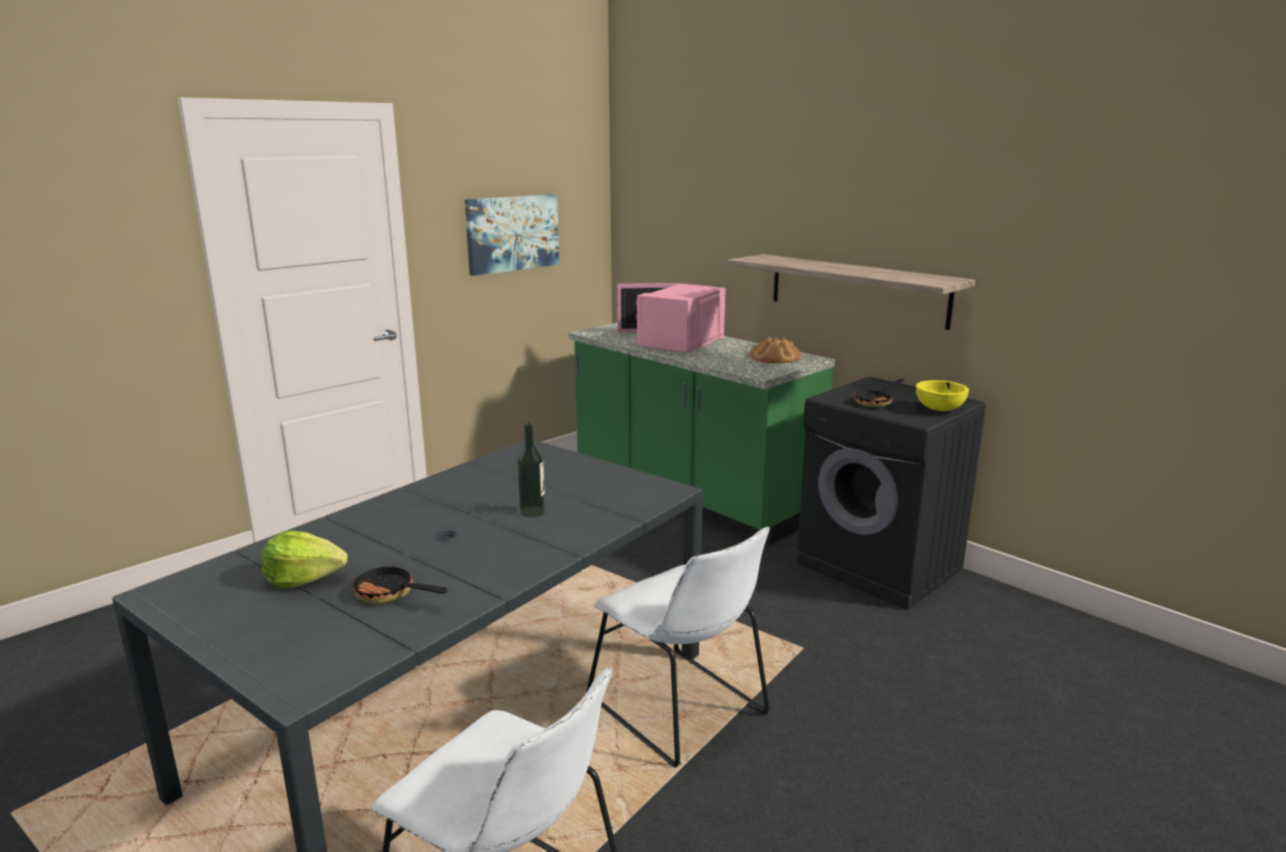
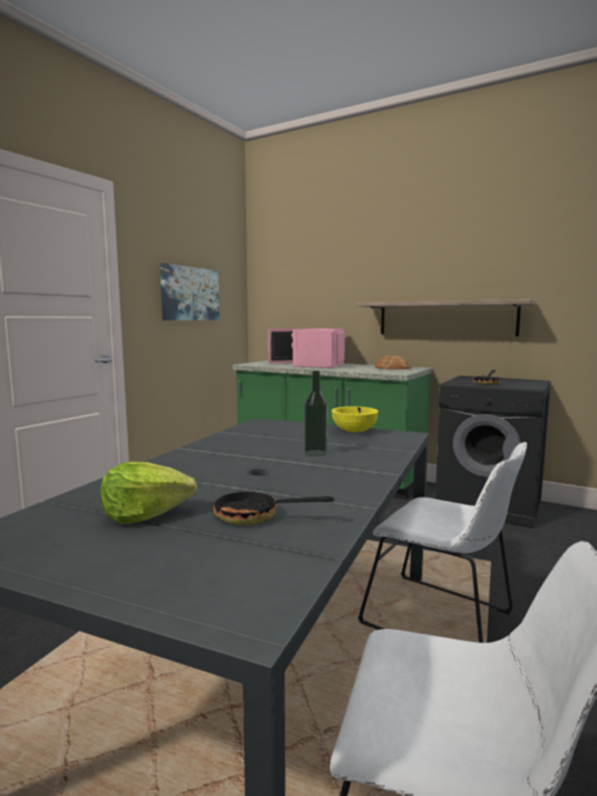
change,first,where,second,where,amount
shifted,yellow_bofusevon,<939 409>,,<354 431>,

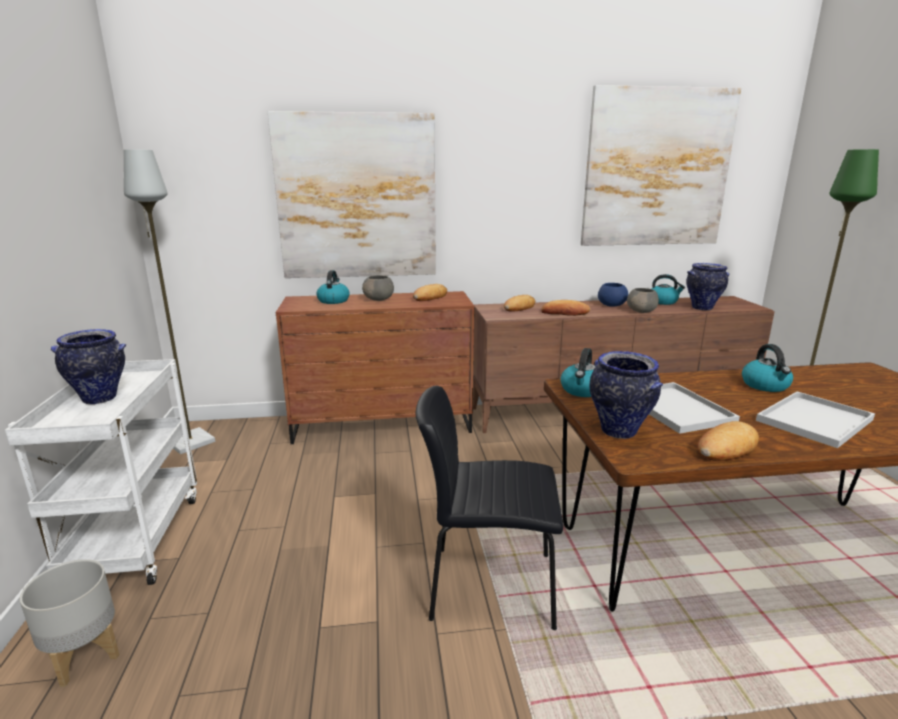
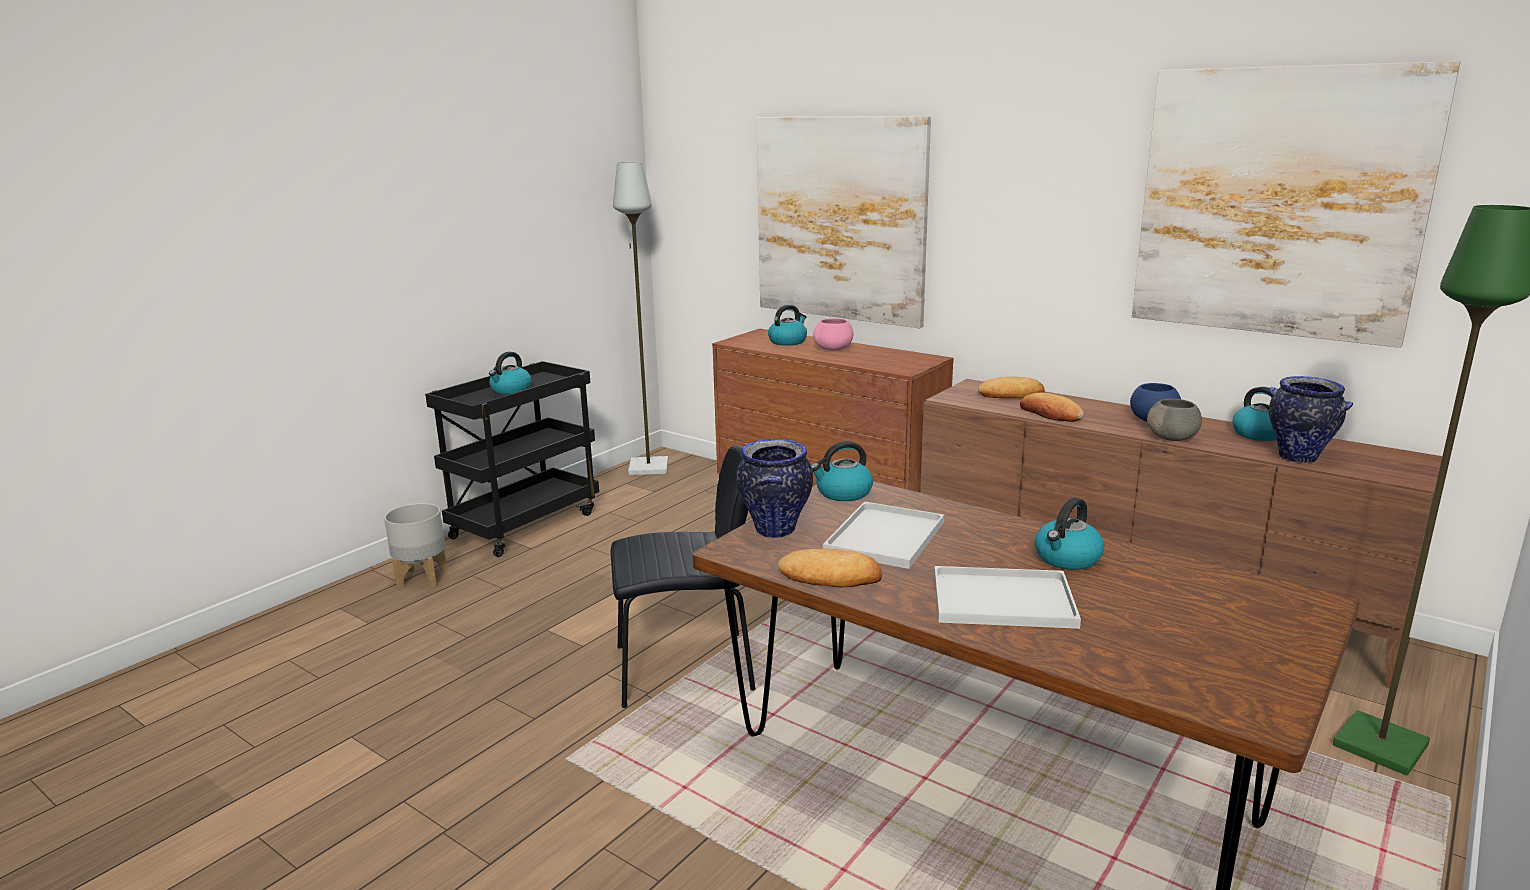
change,first,where,second,where,amount
repainted,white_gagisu,<136 538>,black_gagisu,<525 524>,
swapped,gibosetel,<101 398>,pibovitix,<511 390>,
repainted,grey_bofusevon,<379 299>,pink_bofusevon,<834 349>,
gone,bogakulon,<430 297>,,,
rotated,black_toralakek,<486 586>,,<690 667>,120 degrees clockwise

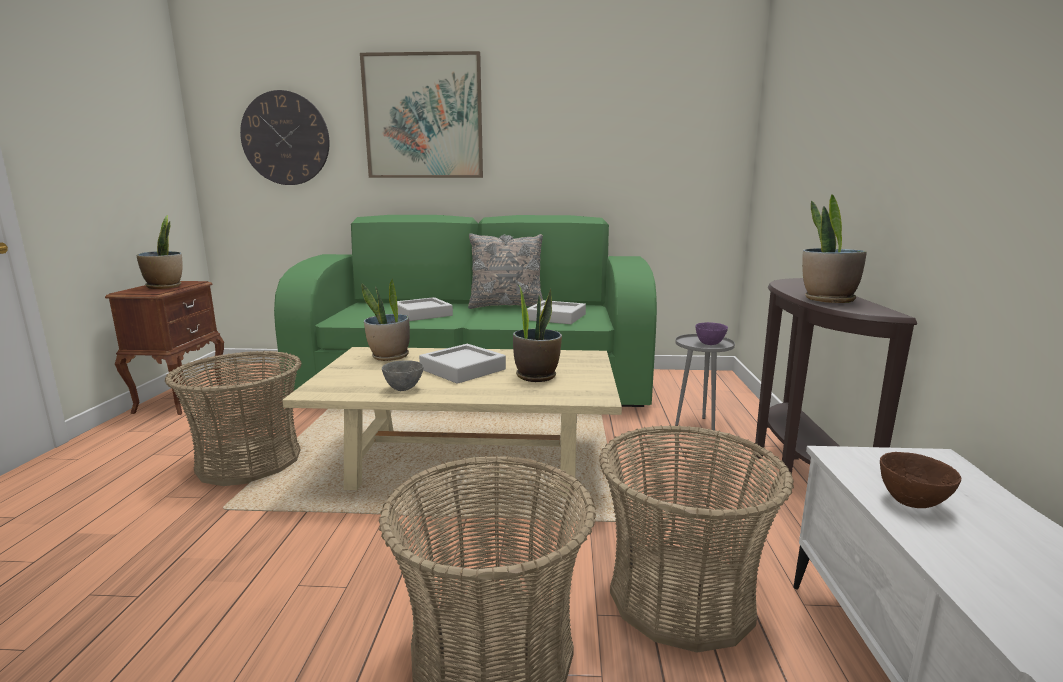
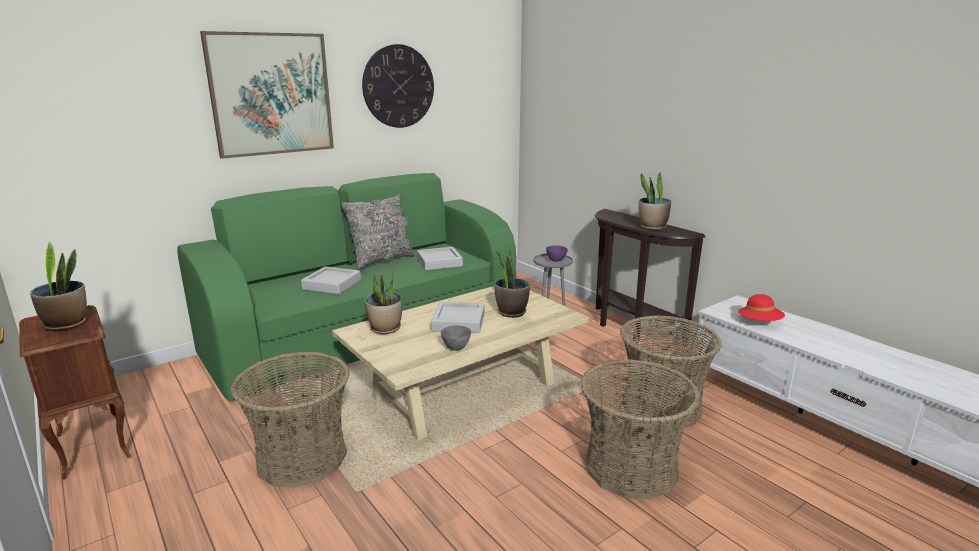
change,first,where,second,where,amount
shifted,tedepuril,<285 138>,,<398 86>,
swapped,brown_bofusevon,<912 502>,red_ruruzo,<759 323>,

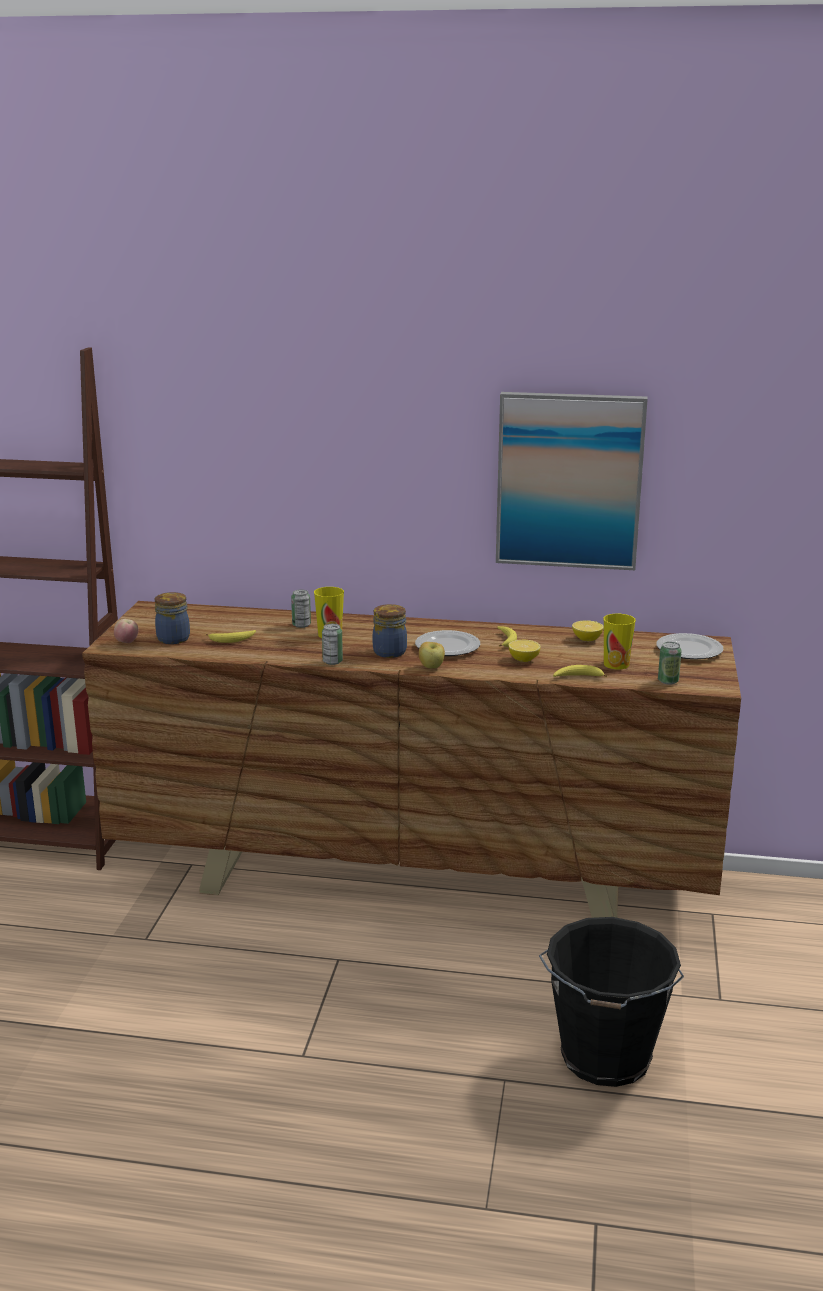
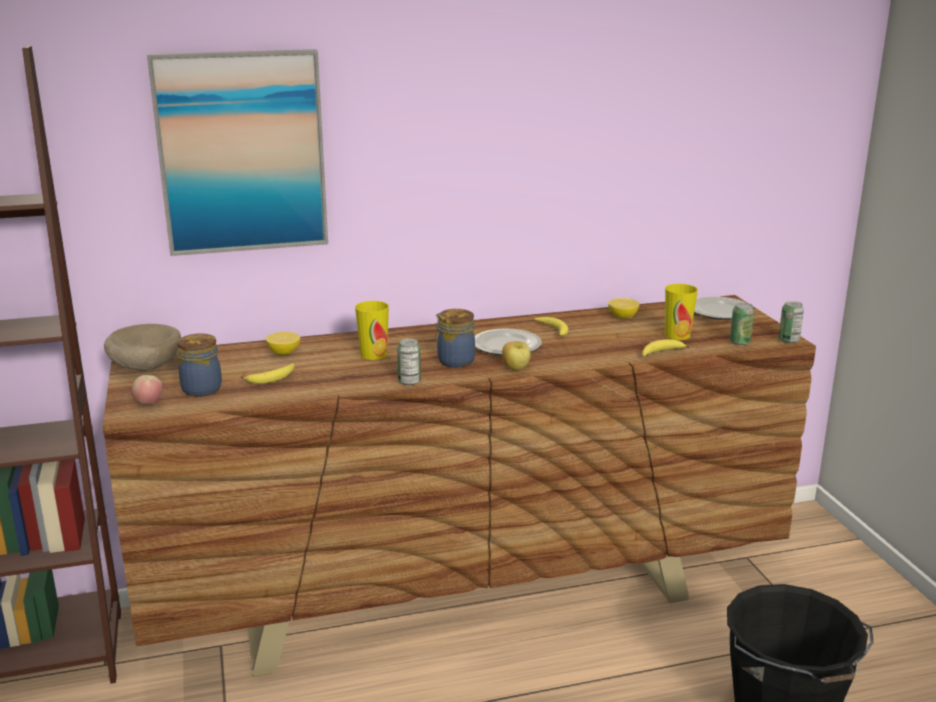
change,first,where,second,where,amount
shifted,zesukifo,<301 625>,,<788 340>,
shifted,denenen,<569 480>,,<241 152>,
shifted,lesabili,<524 659>,,<284 352>,
new,,,beige_bofusevon,<144 367>,

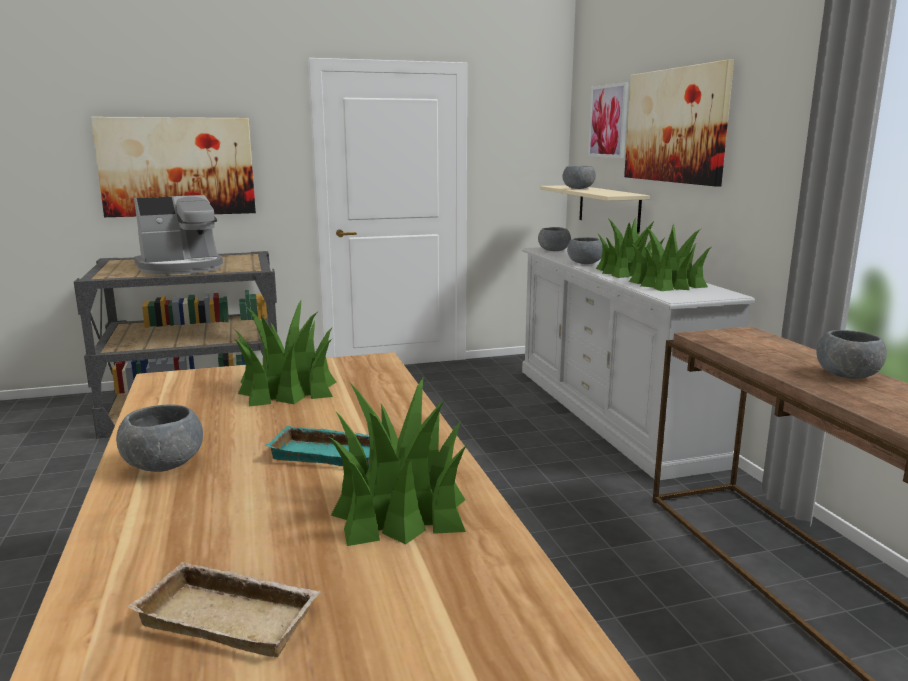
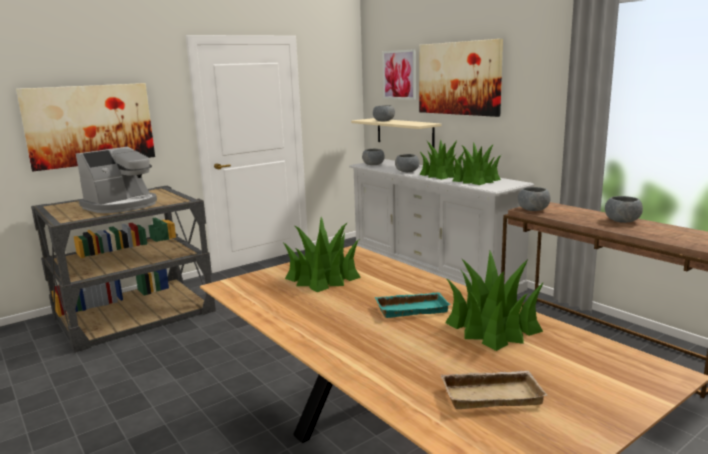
change,first,where,second,where,amount
shifted,grey_bofusevon,<164 465>,,<533 210>,

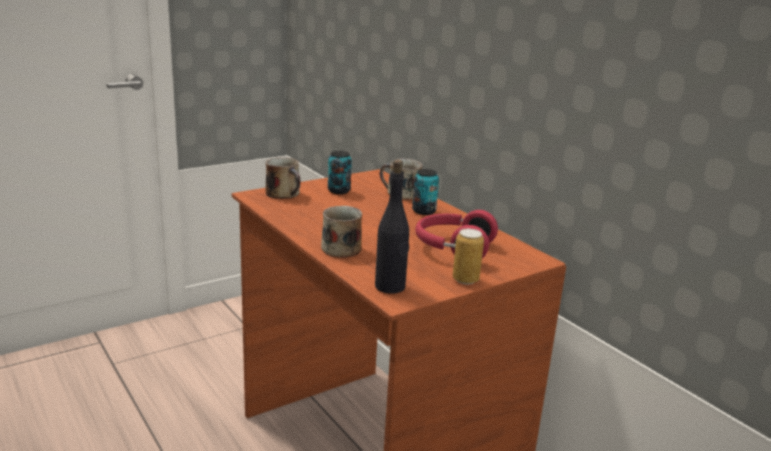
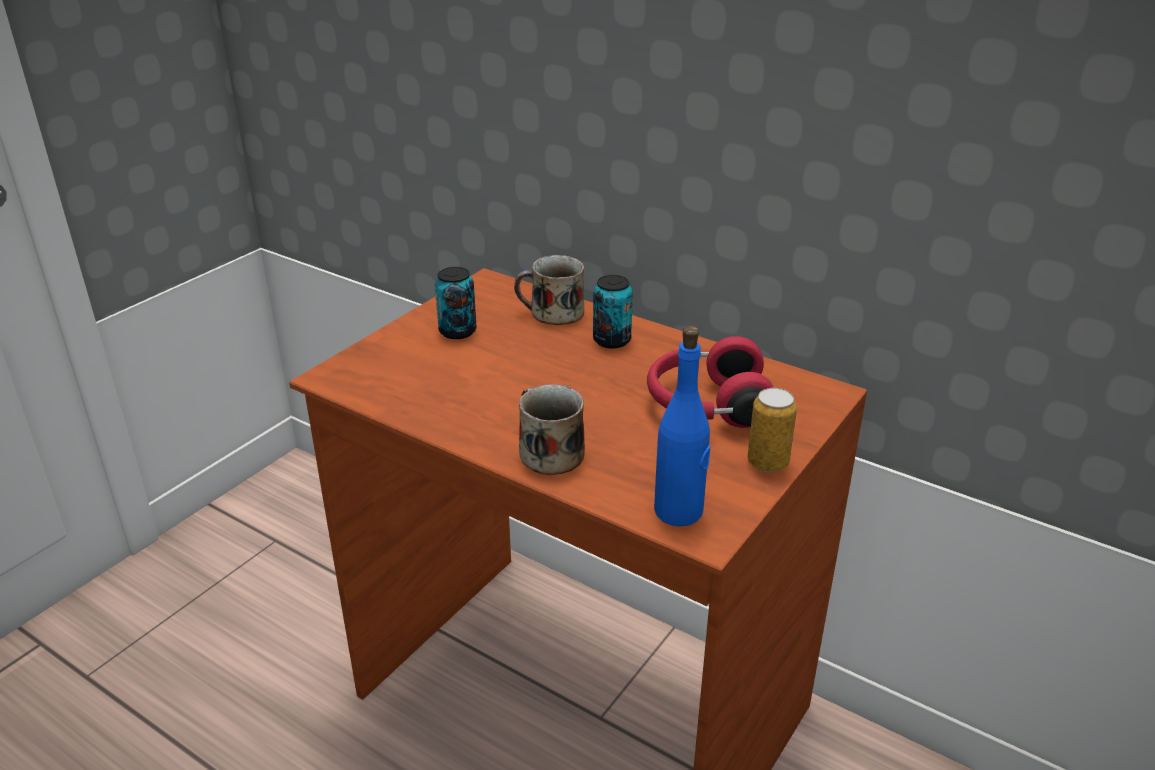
change,first,where,second,where,amount
gone,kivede,<284 193>,,,
repainted,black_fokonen,<390 287>,blue_fokonen,<679 511>,

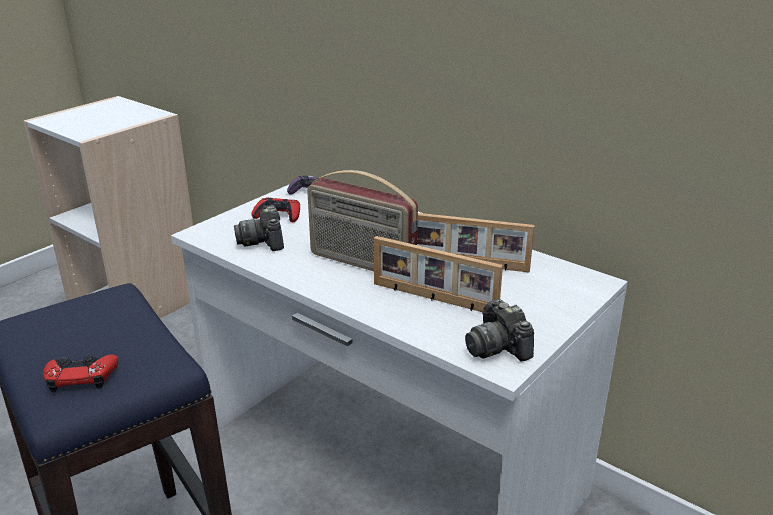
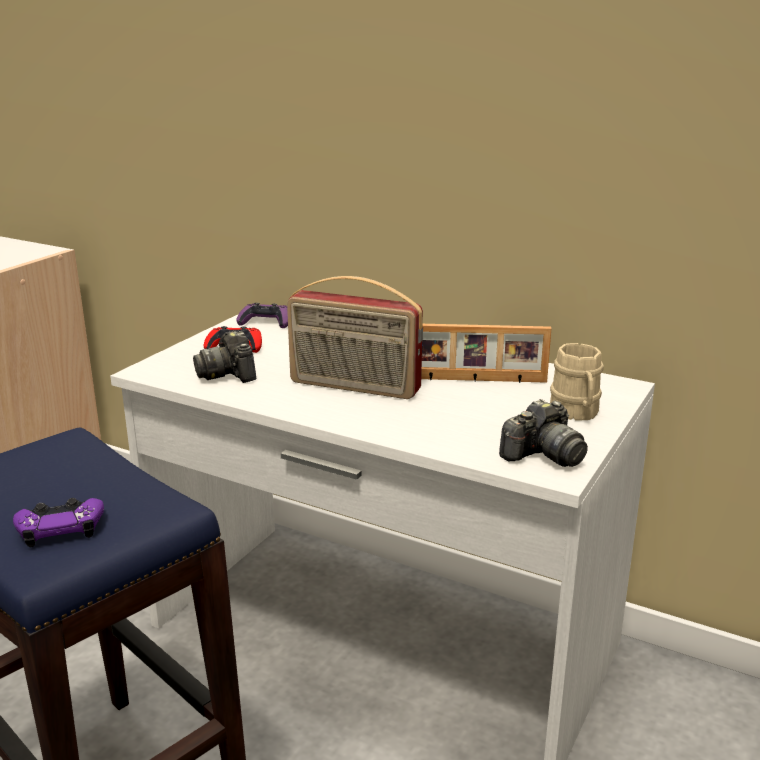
change,first,where,second,where,amount
repainted,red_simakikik,<81 377>,purple_simakikik,<60 528>,
gone,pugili,<433 299>,,,
rotated,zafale,<498 347>,,<543 455>,90 degrees counterclockwise
new,,,beige_kivede,<576 413>,

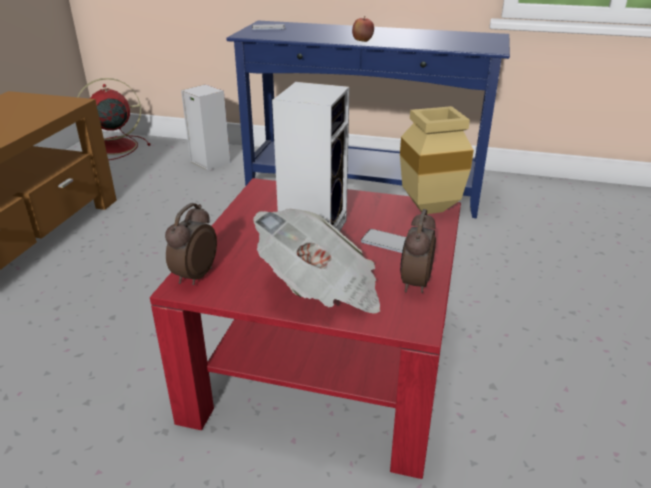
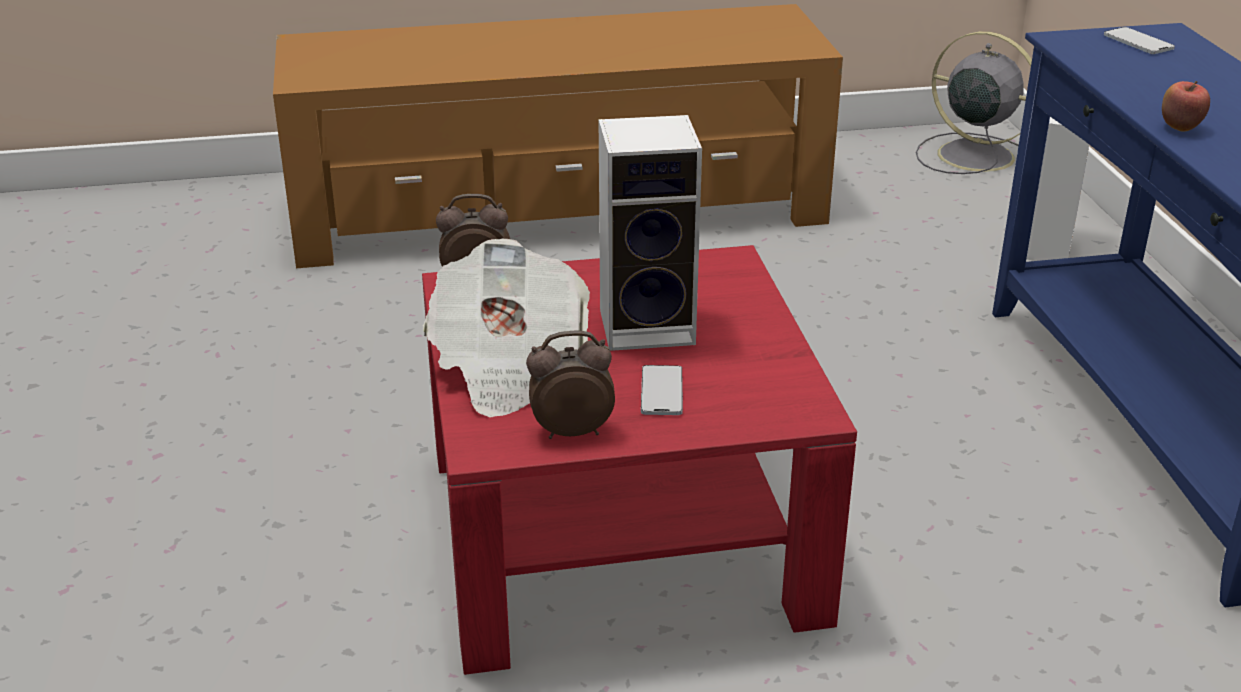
change,first,where,second,where,amount
repainted,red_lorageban,<114 147>,grey_lorageban,<972 155>,
gone,beige_gibosetel,<431 207>,,,

